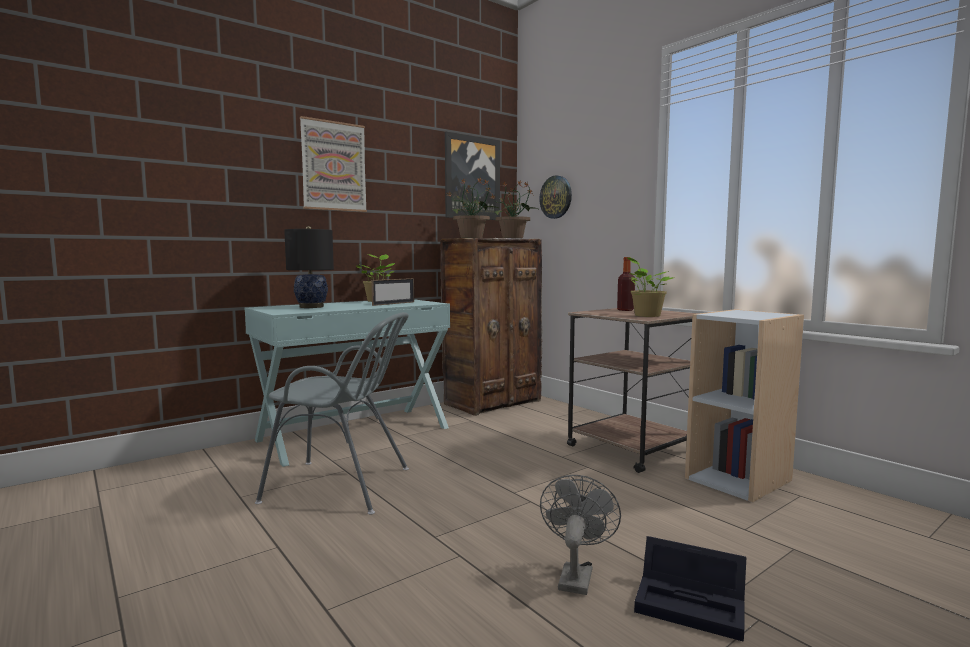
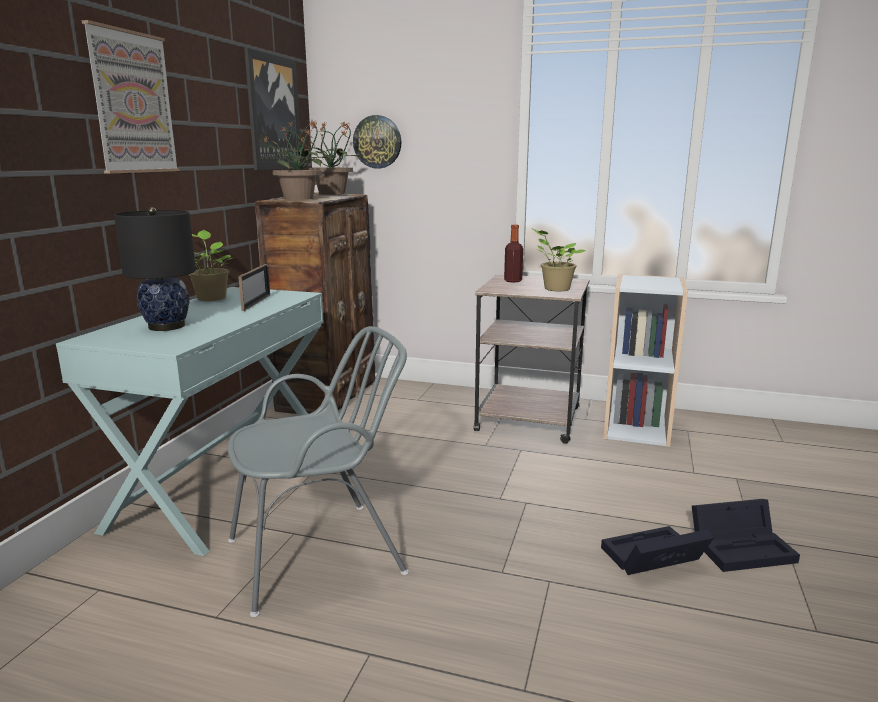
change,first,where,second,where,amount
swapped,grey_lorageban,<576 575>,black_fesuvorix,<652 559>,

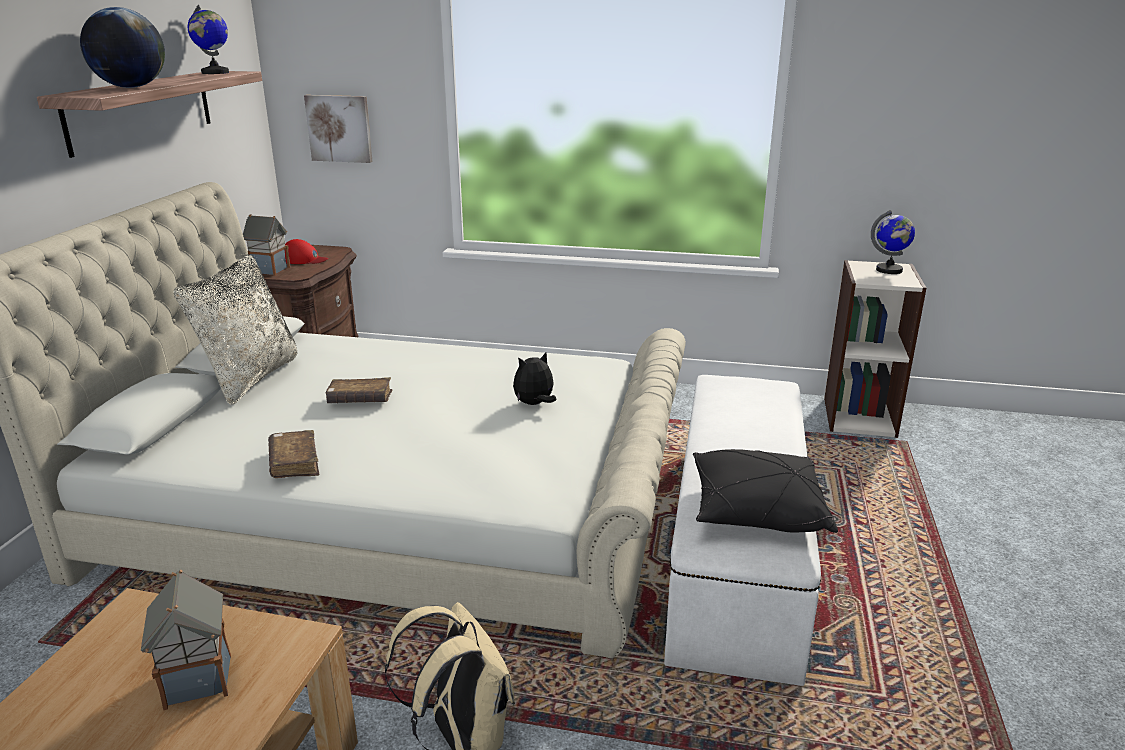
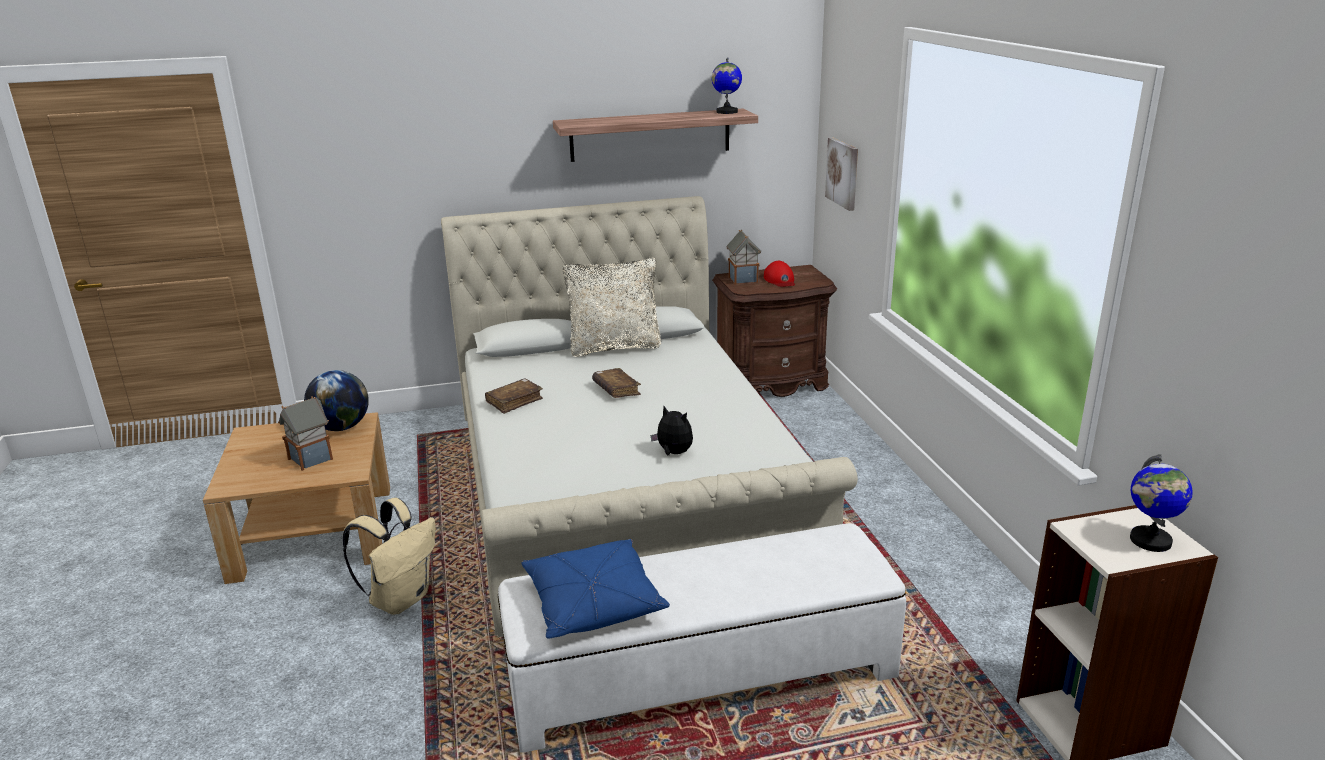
change,first,where,second,where,amount
shifted,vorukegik,<131 87>,,<341 427>,
repainted,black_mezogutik,<756 511>,blue_mezogutik,<593 603>,

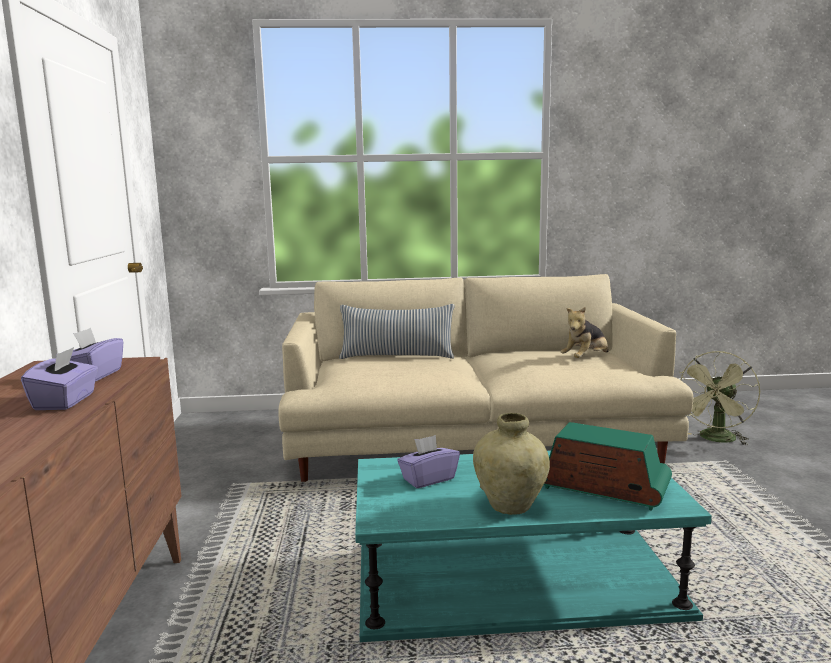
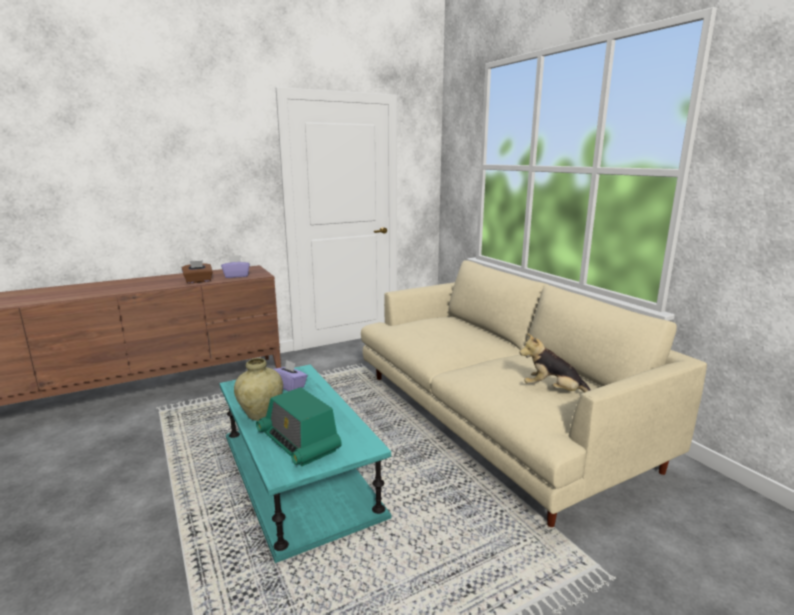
change,first,where,second,where,amount
repainted,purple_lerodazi,<65 402>,brown_lerodazi,<198 281>,
gone,mezogutik,<397 356>,,,
rotated,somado,<603 488>,,<299 442>,135 degrees clockwise
gone,green_lorageban,<716 440>,,,

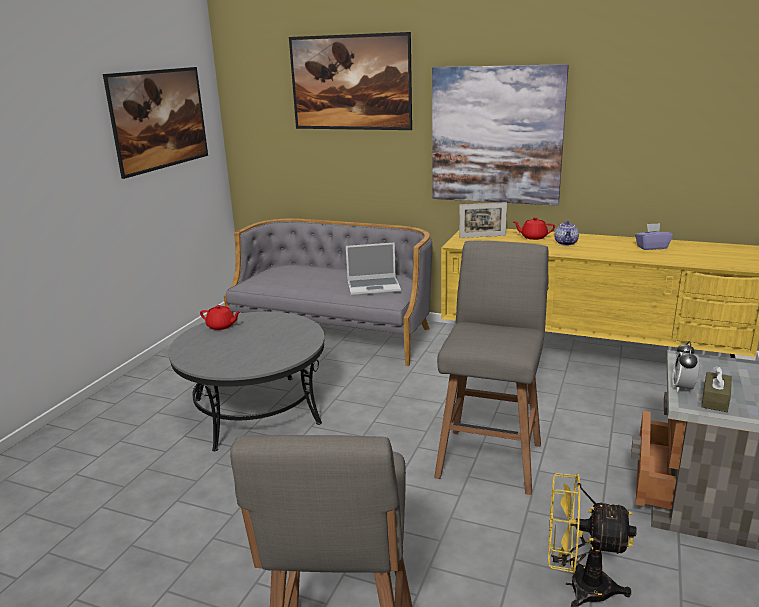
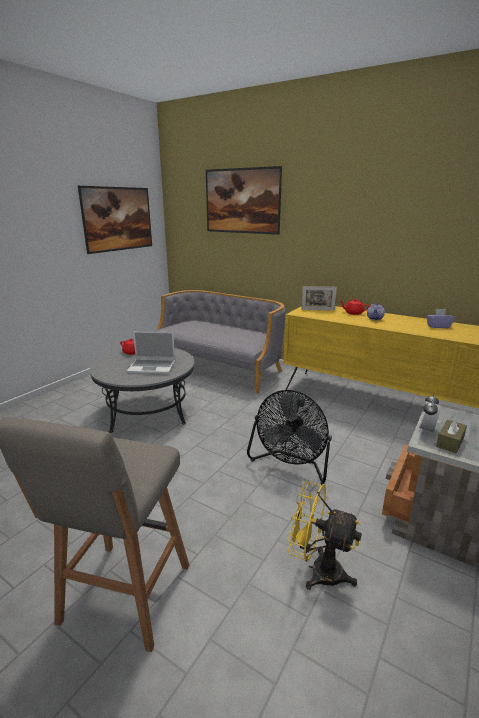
change,first,where,second,where,amount
shifted,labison,<374 287>,,<152 367>,
gone,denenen,<496 135>,,,
swapped,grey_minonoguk,<490 457>,black_lorageban,<289 463>,

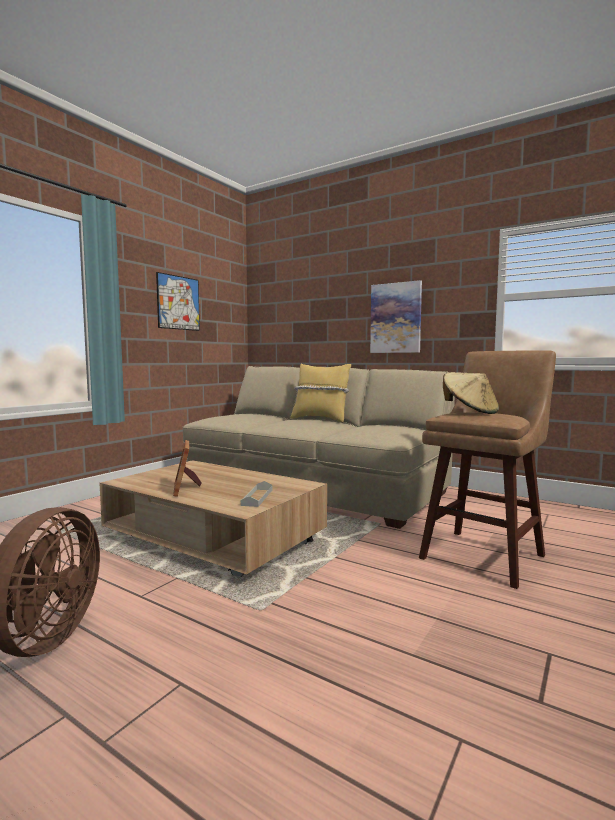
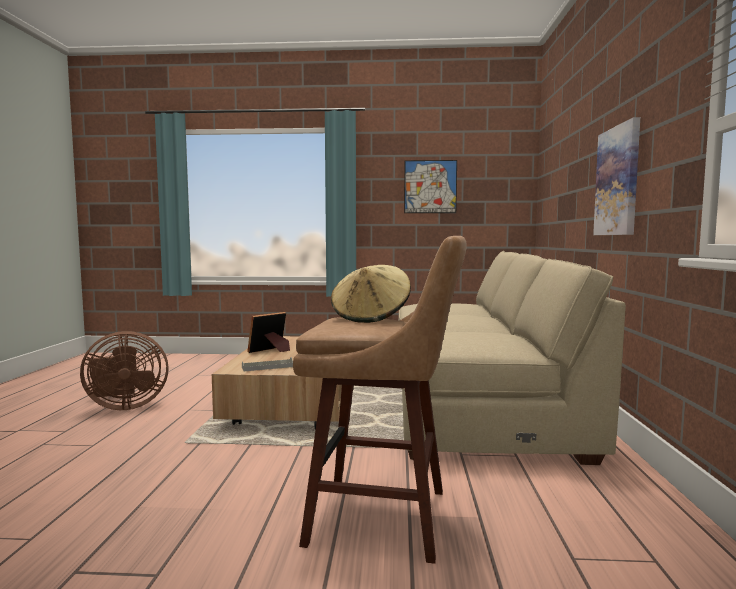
change,first,where,second,where,amount
gone,yellow_mezogutik,<320 419>,,,

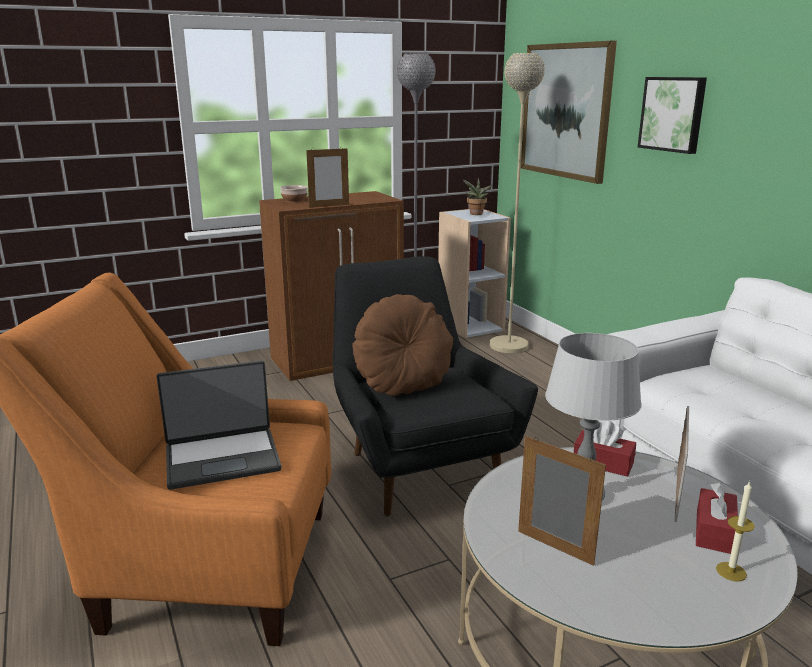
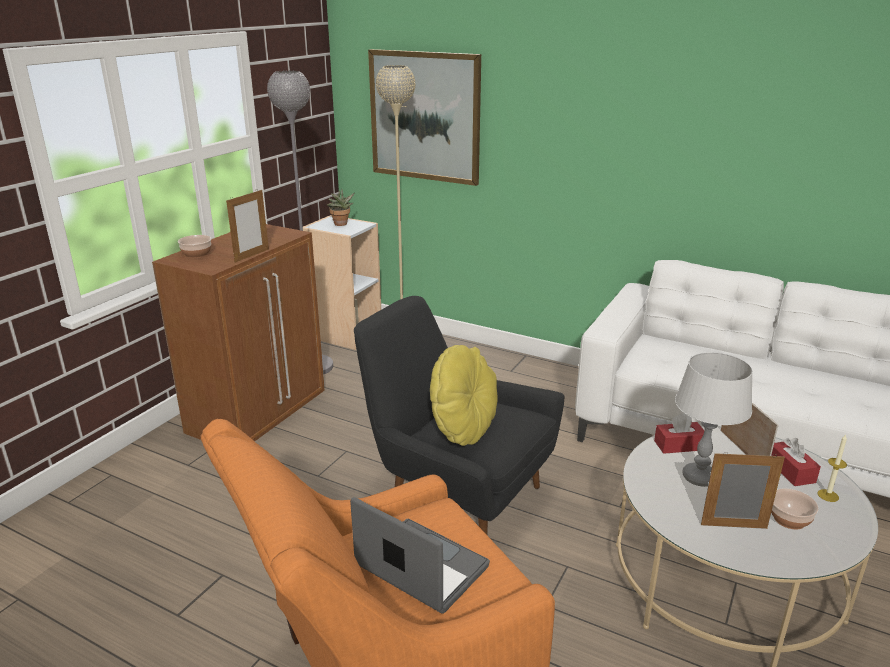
change,first,where,second,where,amount
rotated,labison,<222 458>,,<420 568>,90 degrees counterclockwise
repainted,brown_mezogutik,<403 387>,yellow_mezogutik,<464 432>,
gone,denenen,<673 114>,,,
new,,,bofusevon,<790 519>,

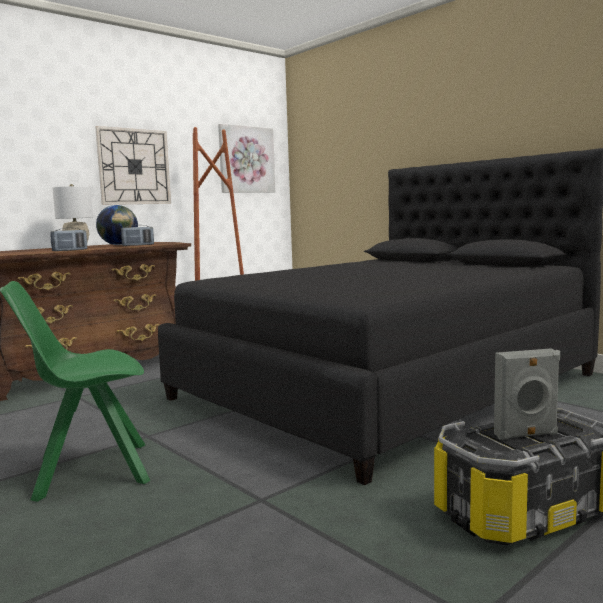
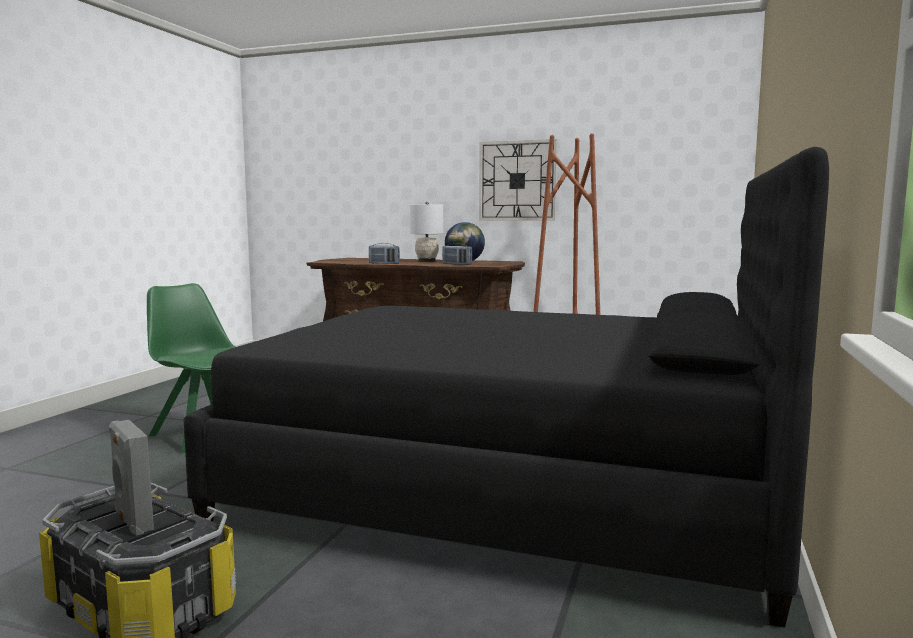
change,first,where,second,where,amount
gone,denenen,<246 159>,,,

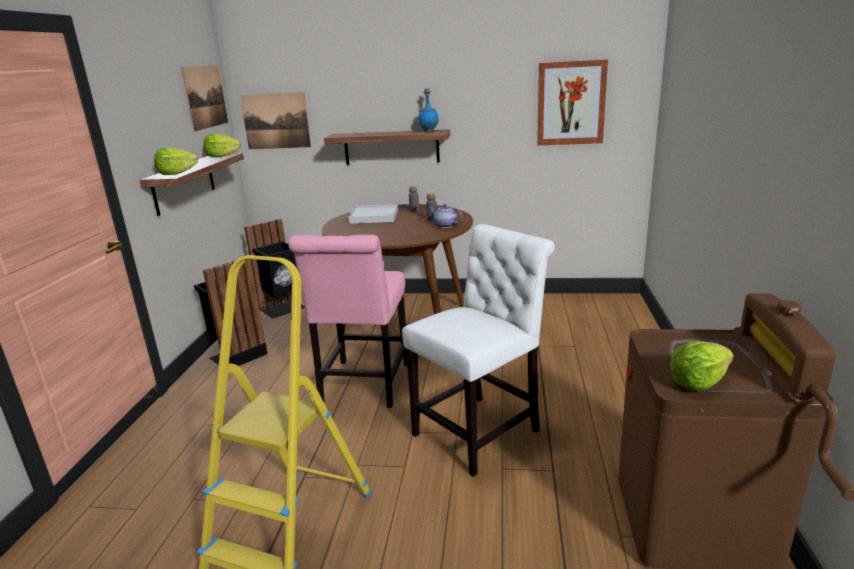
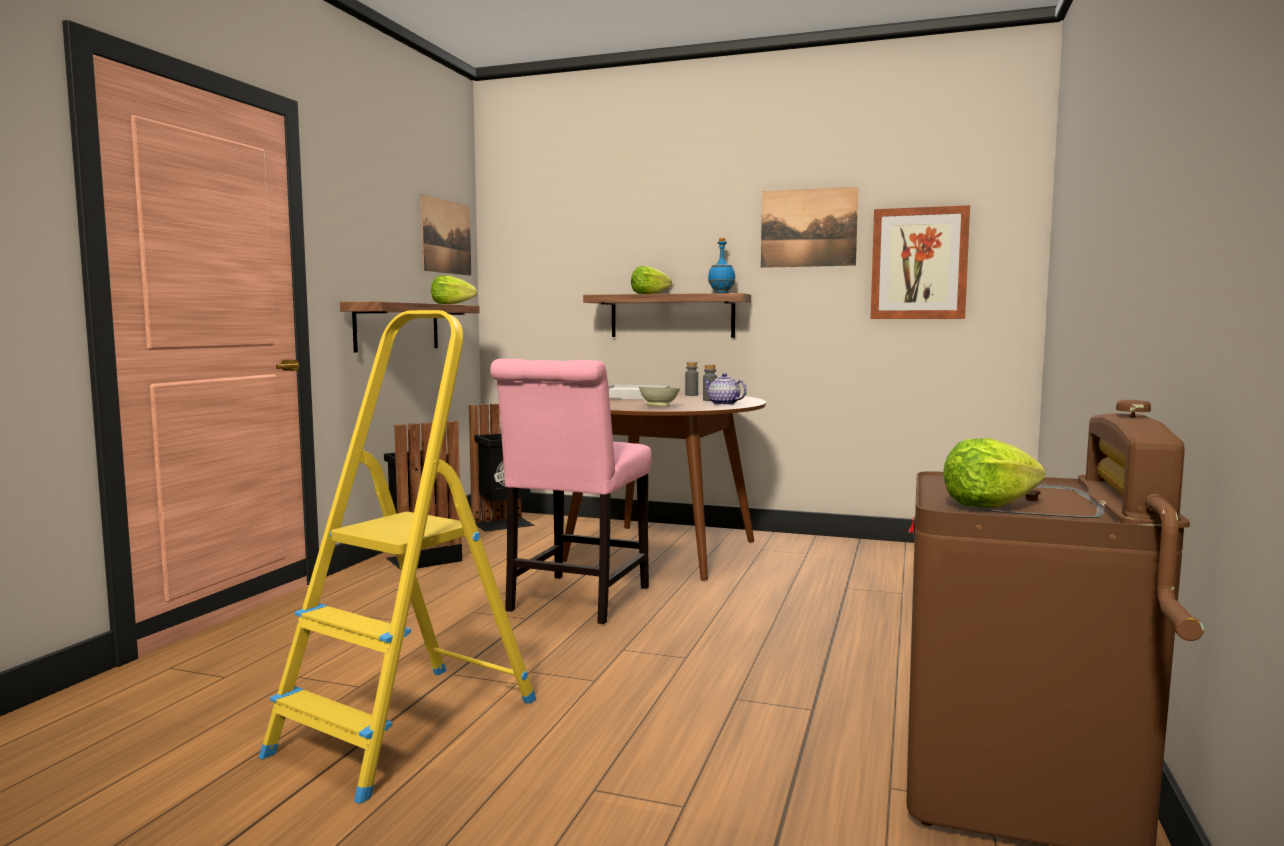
change,first,where,second,where,amount
shifted,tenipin,<176 173>,,<649 294>,
shifted,denenen,<276 121>,,<808 228>,
gone,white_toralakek,<481 430>,,,
new,,,beige_bofusevon,<660 406>,

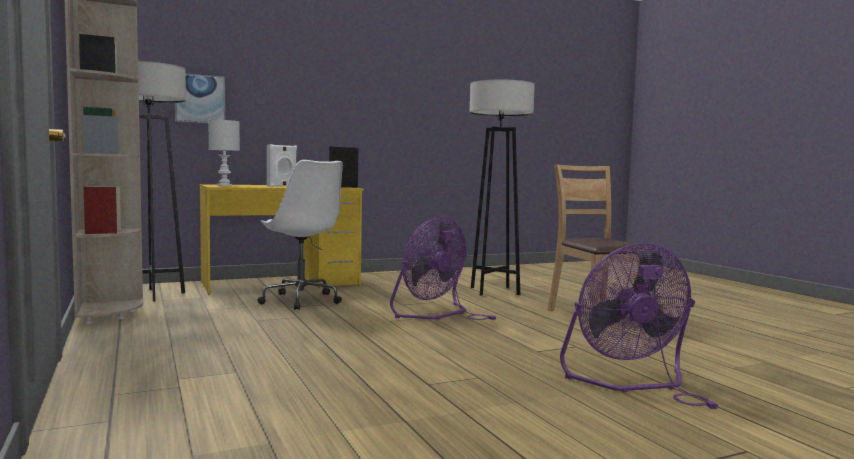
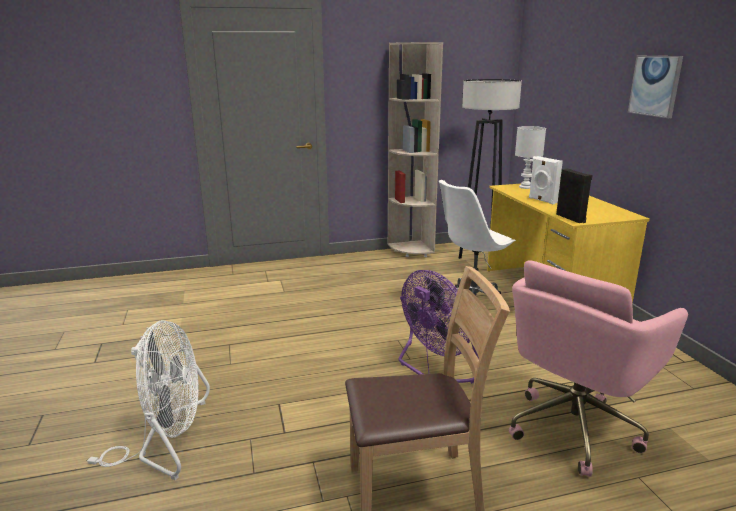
change,first,where,second,where,amount
shifted,denenen,<200 99>,,<655 86>,
swapped,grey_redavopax,<494 291>,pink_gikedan,<575 427>,
repainted,purple_lorageban,<642 383>,white_lorageban,<165 441>,

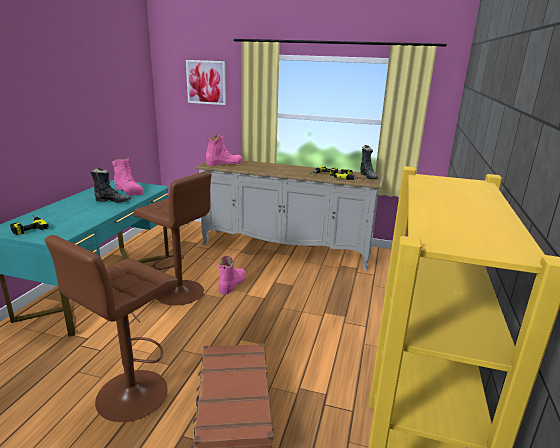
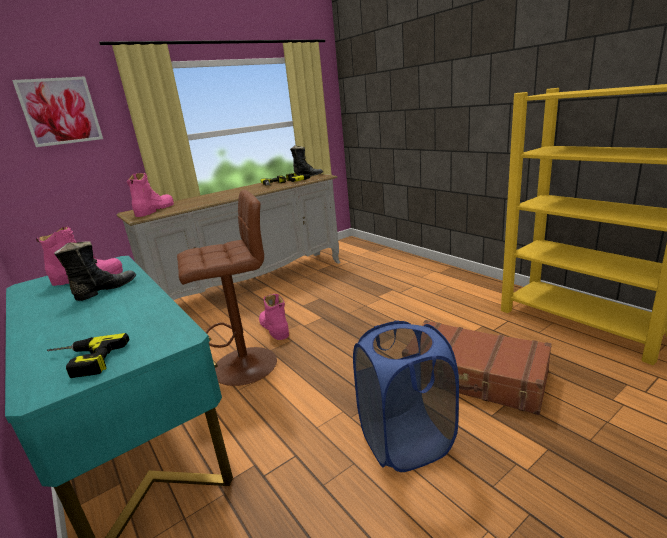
change,first,where,second,where,amount
swapped,brown_minonoguk,<131 395>,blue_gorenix,<406 441>,

